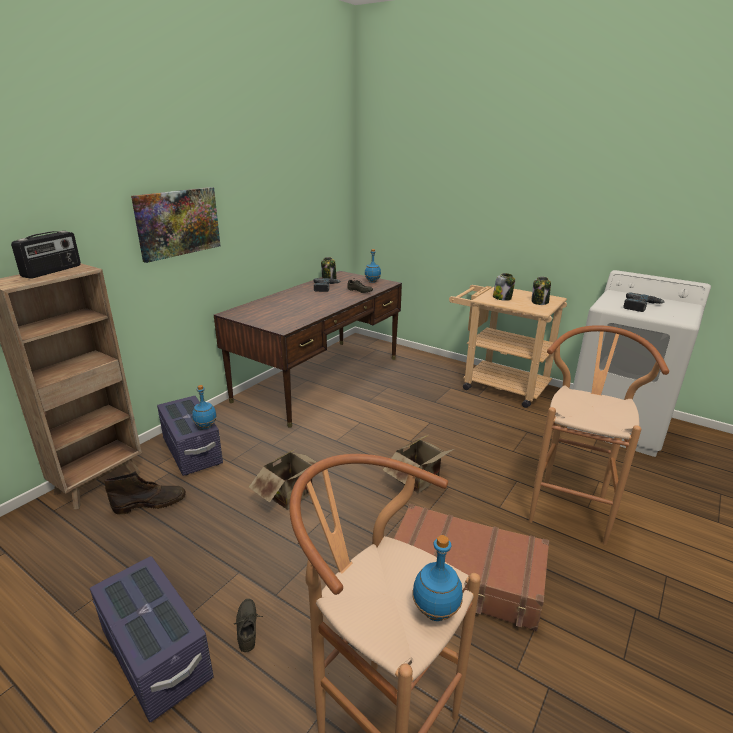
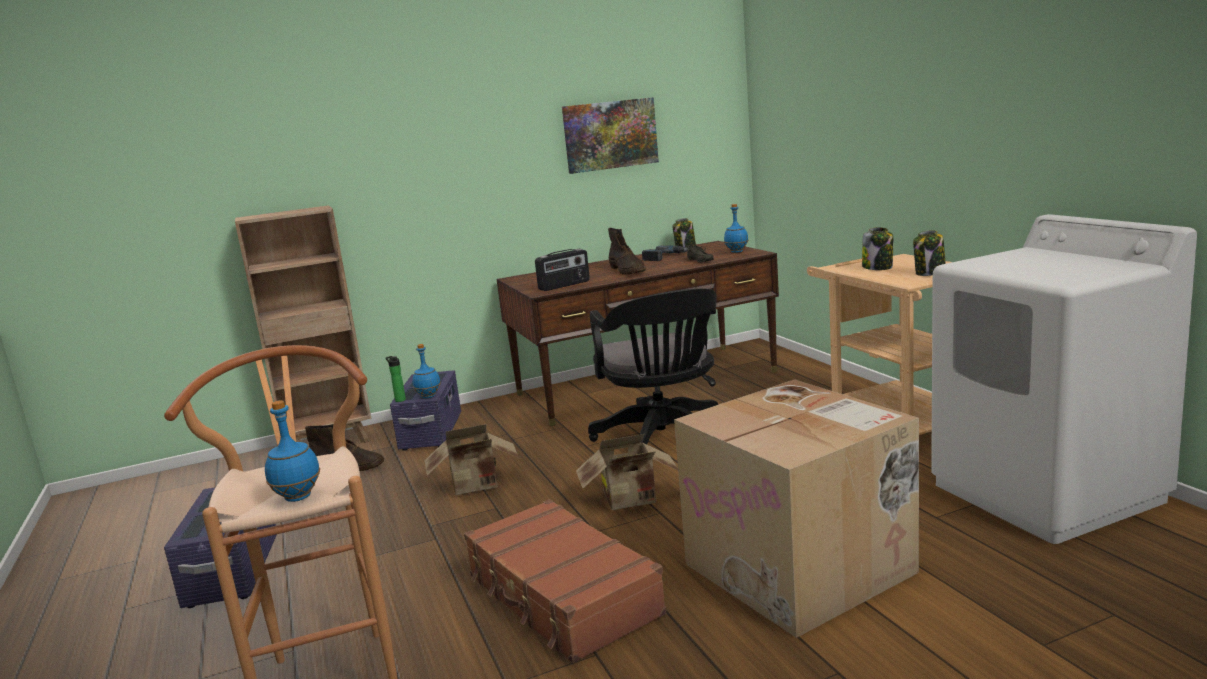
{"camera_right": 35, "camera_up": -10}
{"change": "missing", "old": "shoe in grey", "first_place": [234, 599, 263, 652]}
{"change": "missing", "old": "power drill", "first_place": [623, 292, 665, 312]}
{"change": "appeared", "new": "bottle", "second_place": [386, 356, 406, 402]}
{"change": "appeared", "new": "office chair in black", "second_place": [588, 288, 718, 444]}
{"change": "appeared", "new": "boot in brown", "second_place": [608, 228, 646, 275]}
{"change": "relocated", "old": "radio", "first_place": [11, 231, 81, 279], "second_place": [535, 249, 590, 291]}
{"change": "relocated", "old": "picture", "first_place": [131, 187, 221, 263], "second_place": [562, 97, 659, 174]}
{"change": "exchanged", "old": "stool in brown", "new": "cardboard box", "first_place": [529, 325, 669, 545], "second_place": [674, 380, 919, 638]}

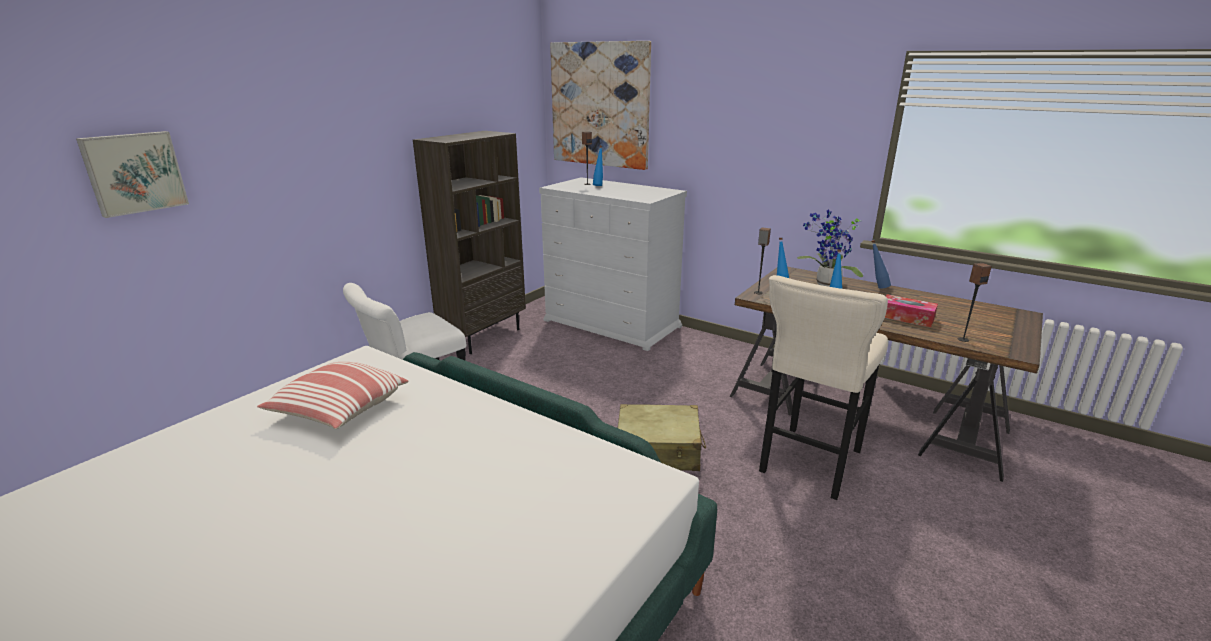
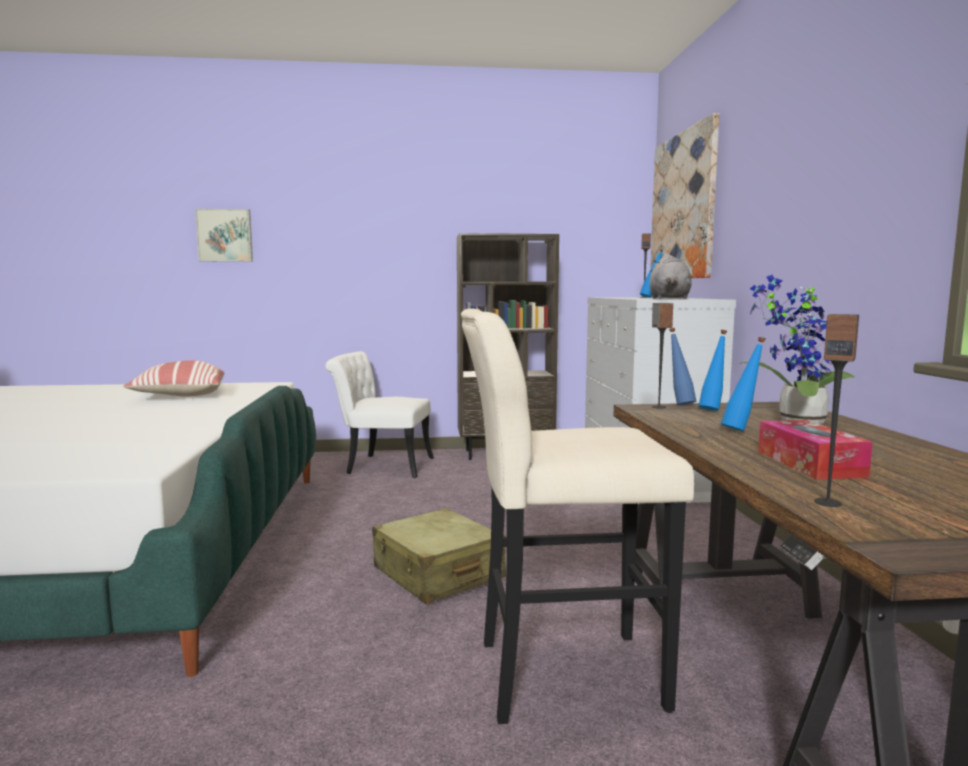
{"camera_right": 50, "camera_up": -15}
{"change": "appeared", "new": "plush toy in grey", "second_place": [650, 254, 692, 299]}
{"change": "relocated", "old": "bottle in blue", "first_place": [872, 240, 891, 289], "second_place": [669, 328, 696, 405]}

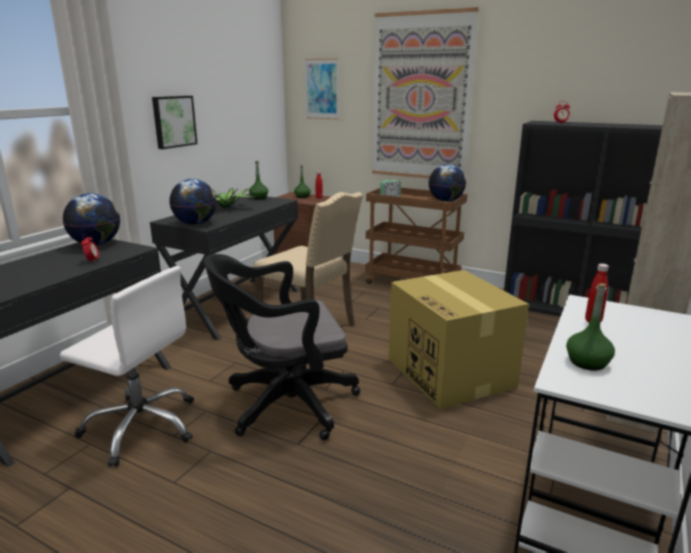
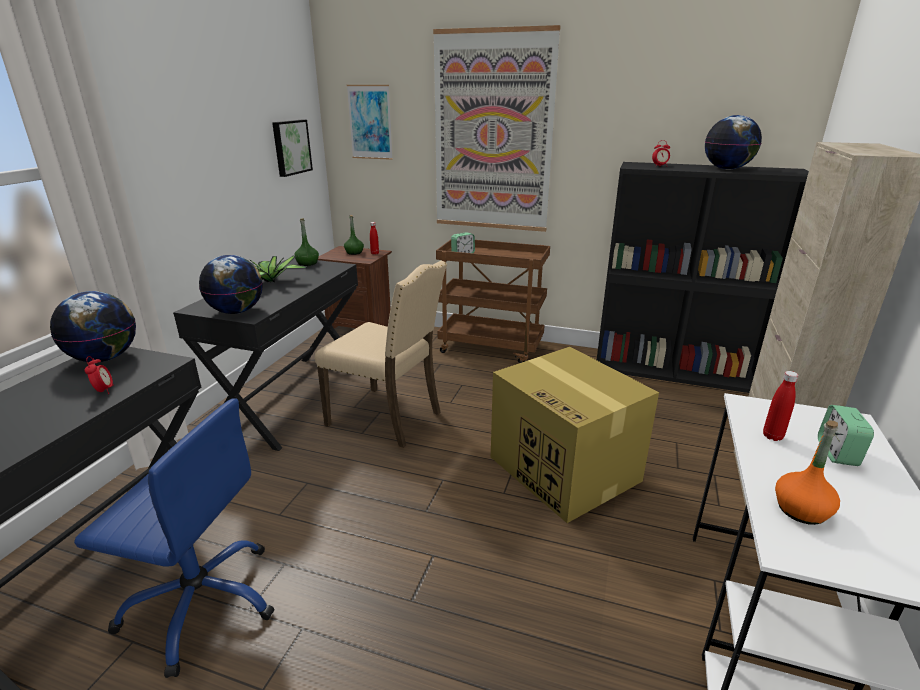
{"camera_right": -10, "camera_up": 5}
{"change": "missing", "old": "office chair in black", "first_place": [204, 254, 360, 441]}
{"change": "appeared", "new": "alarm clock", "second_place": [818, 405, 874, 466]}
{"change": "relocated", "old": "picture", "first_place": [152, 96, 198, 149], "second_place": [272, 120, 313, 177]}
{"change": "relocated", "old": "globe", "first_place": [429, 164, 466, 202], "second_place": [705, 115, 762, 169]}
{"change": "colour", "old": "office chair in white", "new": "office chair in blue", "first_place": [60, 266, 194, 467], "second_place": [74, 398, 275, 678]}
{"change": "colour", "old": "bottle in green", "new": "bottle in orange", "first_place": [566, 283, 615, 370], "second_place": [775, 421, 840, 525]}

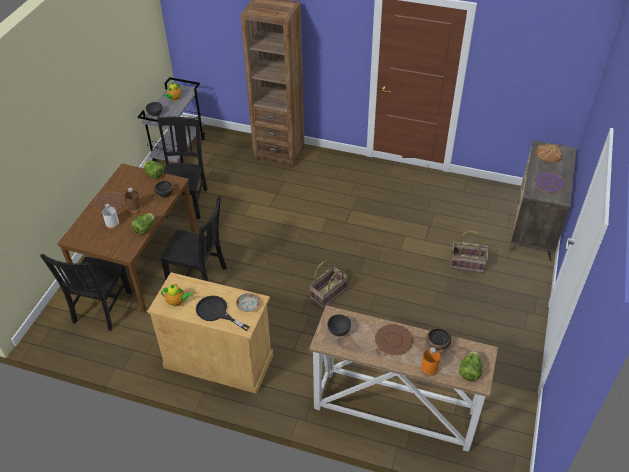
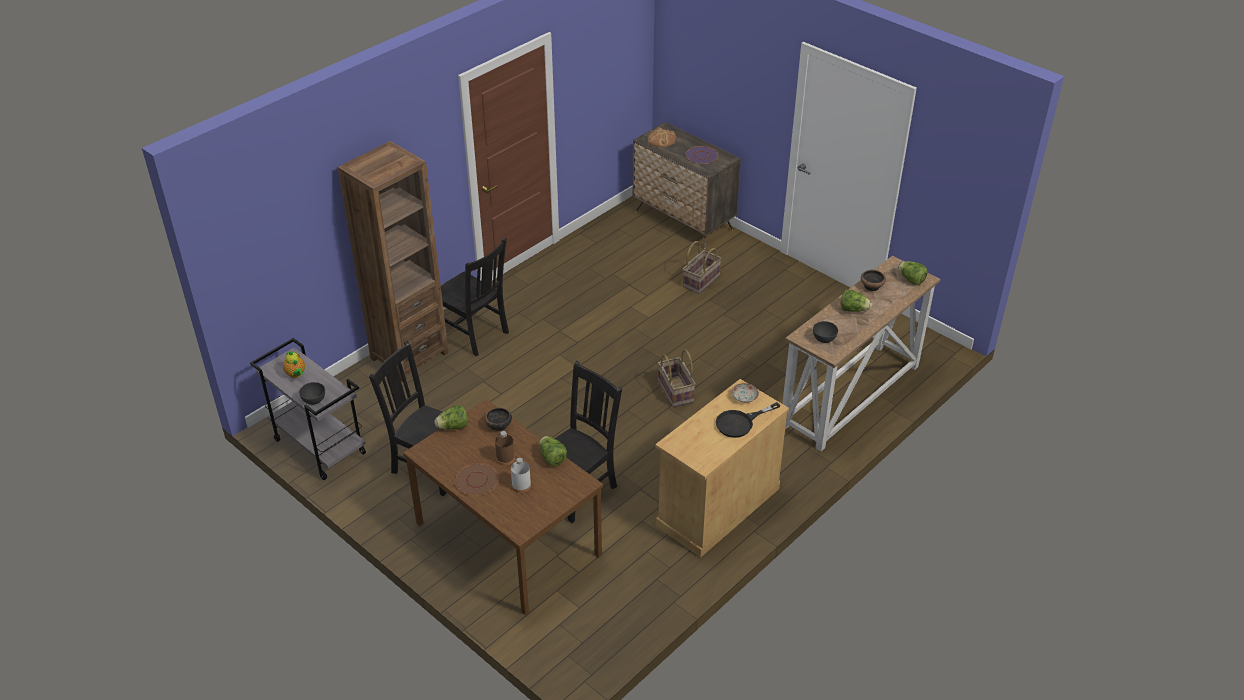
{"camera_right": -65, "camera_up": -5}
{"change": "missing", "old": "teapot", "first_place": [161, 284, 194, 306]}
{"change": "missing", "old": "bottle in orange", "first_place": [421, 347, 440, 376]}
{"change": "relocated", "old": "chair in black", "first_place": [40, 254, 132, 331], "second_place": [441, 238, 509, 356]}
{"change": "exchanged", "old": "plate in brown", "new": "lettuce", "first_place": [375, 324, 413, 355], "second_place": [841, 289, 872, 312]}

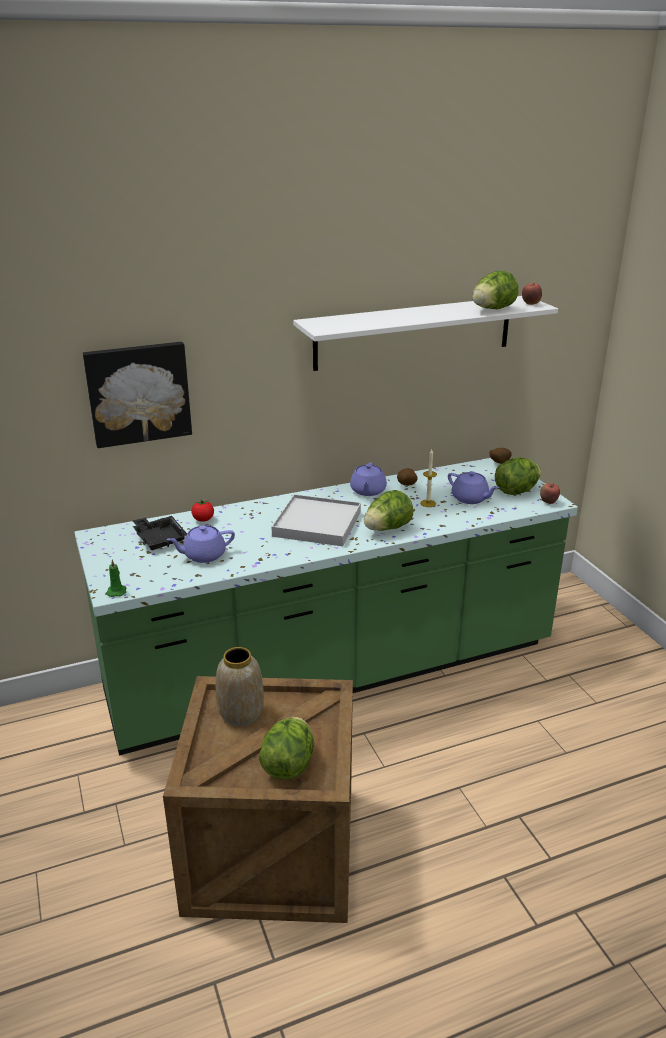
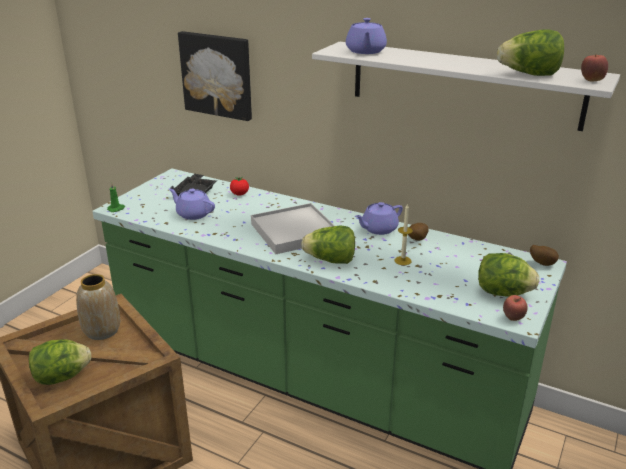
{"camera_right": 50, "camera_up": 0}
{"change": "relocated", "old": "teapot in purple", "first_place": [448, 471, 499, 504], "second_place": [346, 18, 387, 54]}

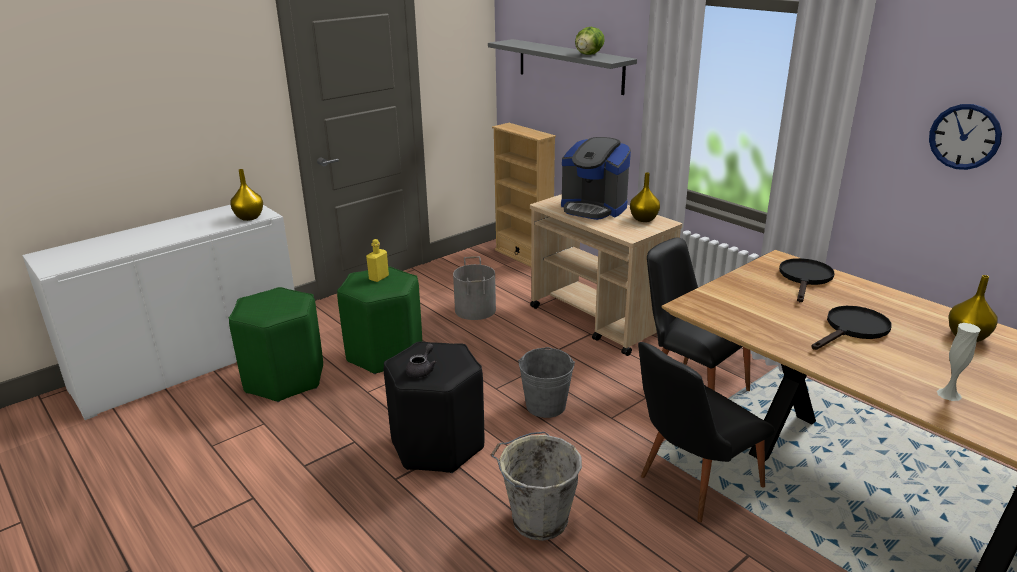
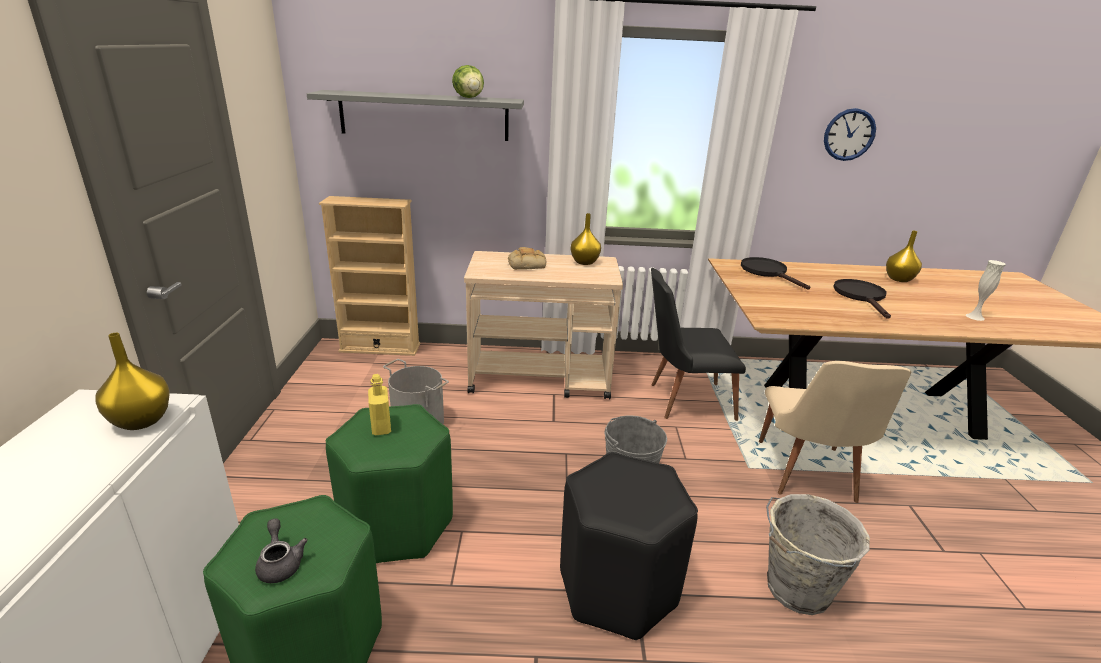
{"camera_right": -50, "camera_up": 0}
{"change": "relocated", "old": "teapot in grey", "first_place": [406, 343, 437, 378], "second_place": [255, 518, 308, 583]}
{"change": "exchanged", "old": "coffee machine", "new": "bread", "first_place": [561, 137, 631, 220], "second_place": [508, 247, 546, 270]}
{"change": "colour", "old": "chair in black", "new": "chair in beige", "first_place": [638, 342, 775, 523], "second_place": [759, 361, 912, 503]}

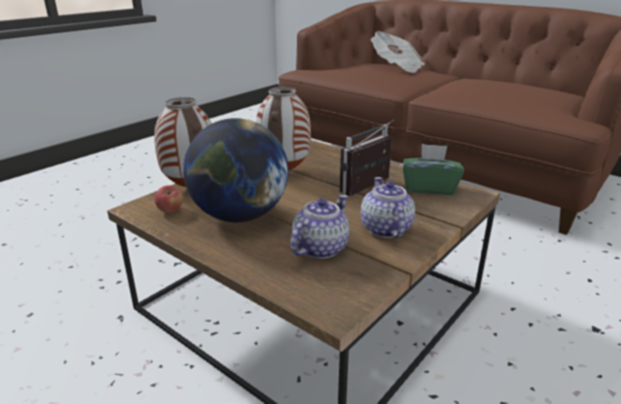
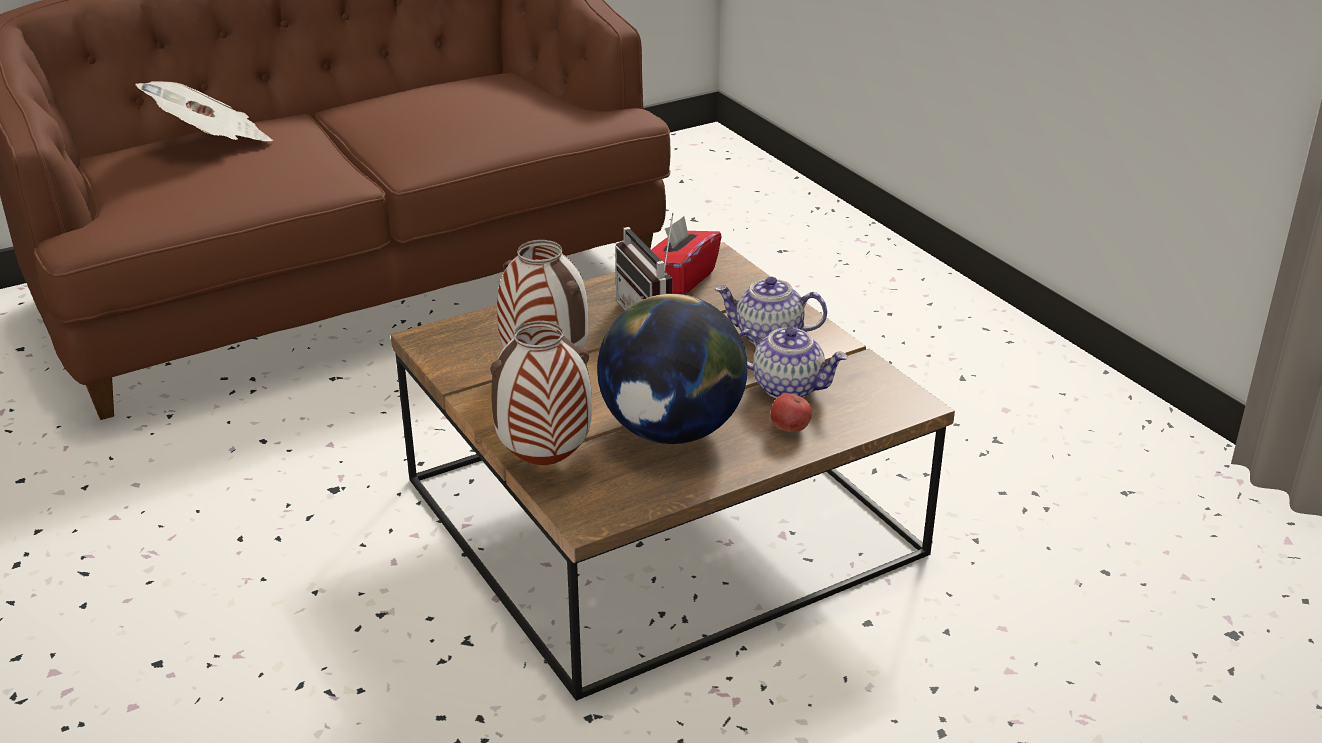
{"camera_right": -70, "camera_up": 5}
{"change": "relocated", "old": "apple", "first_place": [155, 185, 183, 212], "second_place": [770, 393, 812, 432]}
{"change": "colour", "old": "tissue box in green", "new": "tissue box in red", "first_place": [403, 144, 464, 195], "second_place": [651, 216, 722, 295]}
{"change": "spun", "old": "teapot", "first_place": [290, 195, 350, 259], "second_place": [739, 327, 848, 398], "degrees": 150}

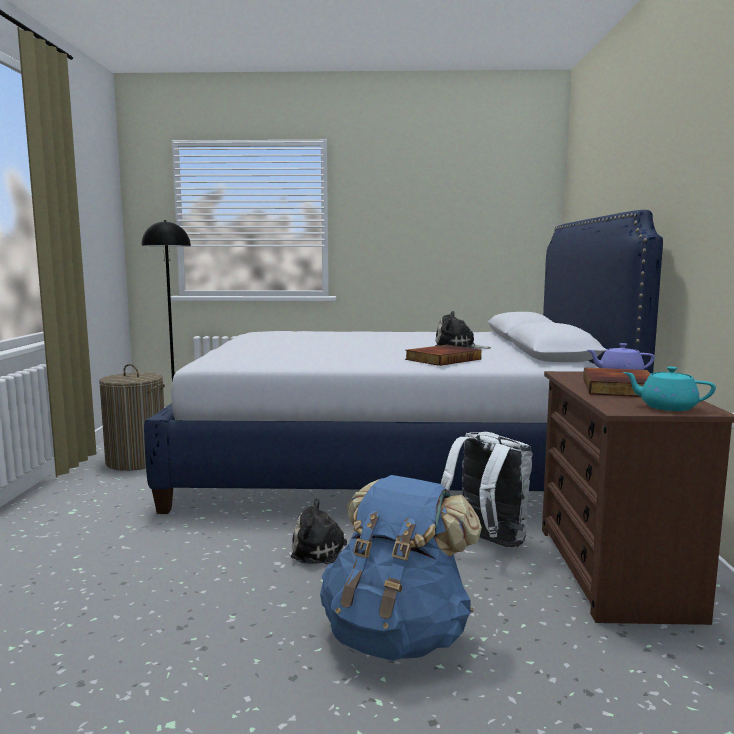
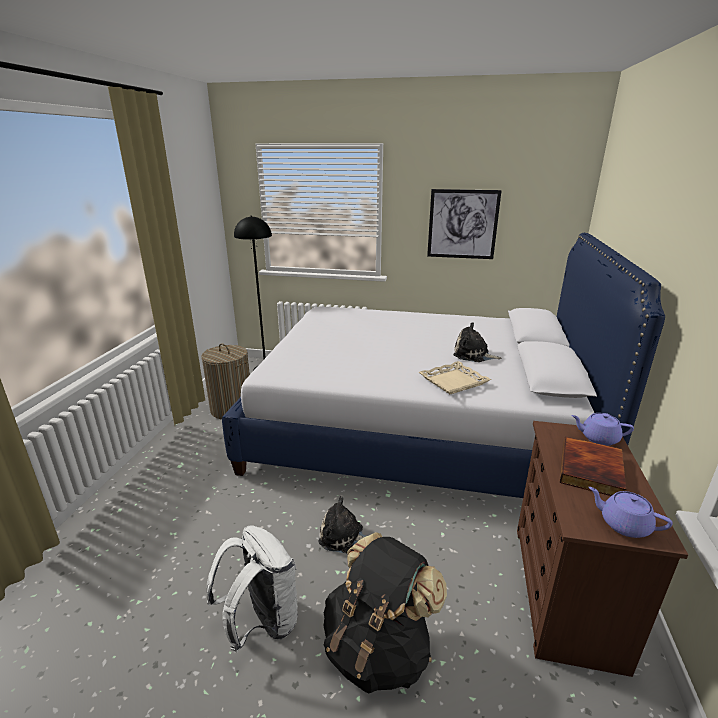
{"camera_right": 10, "camera_up": 15}
{"change": "appeared", "new": "picture", "second_place": [427, 189, 502, 259]}
{"change": "relocated", "old": "backpack in white", "first_place": [441, 432, 533, 548], "second_place": [207, 526, 298, 652]}
{"change": "exchanged", "old": "book", "new": "tray in beige", "first_place": [405, 345, 481, 366], "second_place": [419, 361, 491, 394]}
{"change": "colour", "old": "backpack in blue", "new": "backpack in black", "first_place": [320, 475, 482, 661], "second_place": [324, 532, 447, 693]}
{"change": "colour", "old": "teapot in turquoise", "new": "teapot in purple", "first_place": [623, 367, 716, 411], "second_place": [589, 487, 673, 538]}

